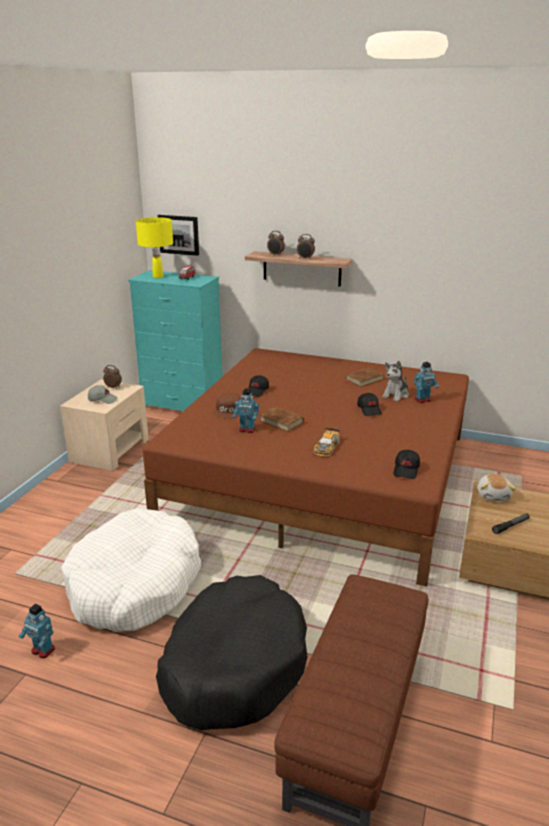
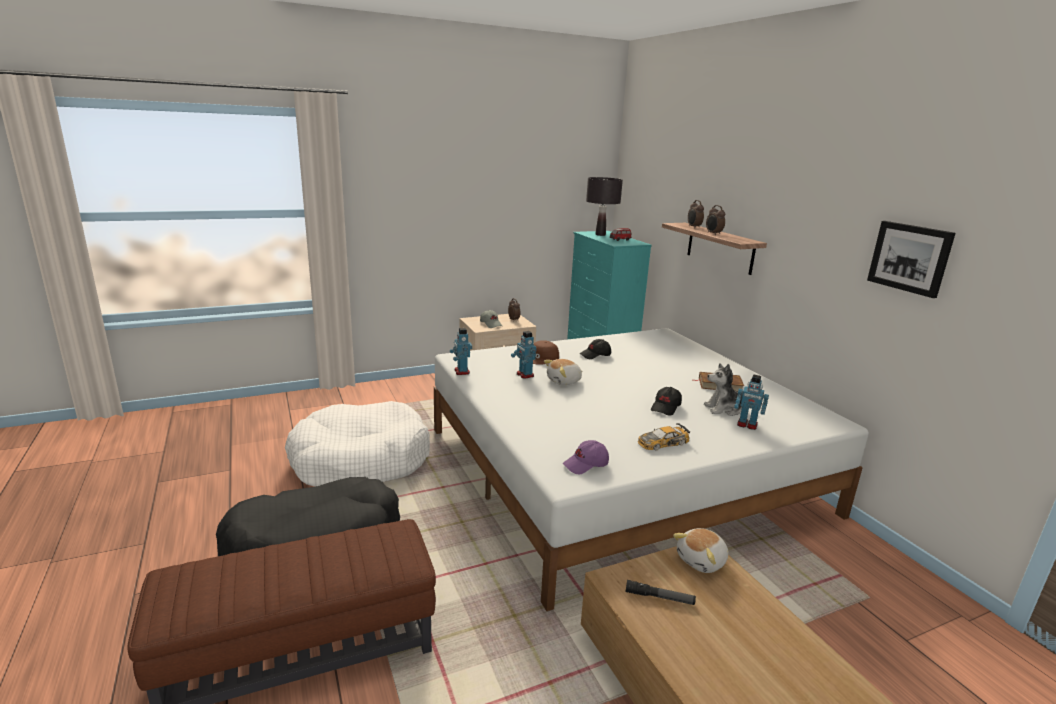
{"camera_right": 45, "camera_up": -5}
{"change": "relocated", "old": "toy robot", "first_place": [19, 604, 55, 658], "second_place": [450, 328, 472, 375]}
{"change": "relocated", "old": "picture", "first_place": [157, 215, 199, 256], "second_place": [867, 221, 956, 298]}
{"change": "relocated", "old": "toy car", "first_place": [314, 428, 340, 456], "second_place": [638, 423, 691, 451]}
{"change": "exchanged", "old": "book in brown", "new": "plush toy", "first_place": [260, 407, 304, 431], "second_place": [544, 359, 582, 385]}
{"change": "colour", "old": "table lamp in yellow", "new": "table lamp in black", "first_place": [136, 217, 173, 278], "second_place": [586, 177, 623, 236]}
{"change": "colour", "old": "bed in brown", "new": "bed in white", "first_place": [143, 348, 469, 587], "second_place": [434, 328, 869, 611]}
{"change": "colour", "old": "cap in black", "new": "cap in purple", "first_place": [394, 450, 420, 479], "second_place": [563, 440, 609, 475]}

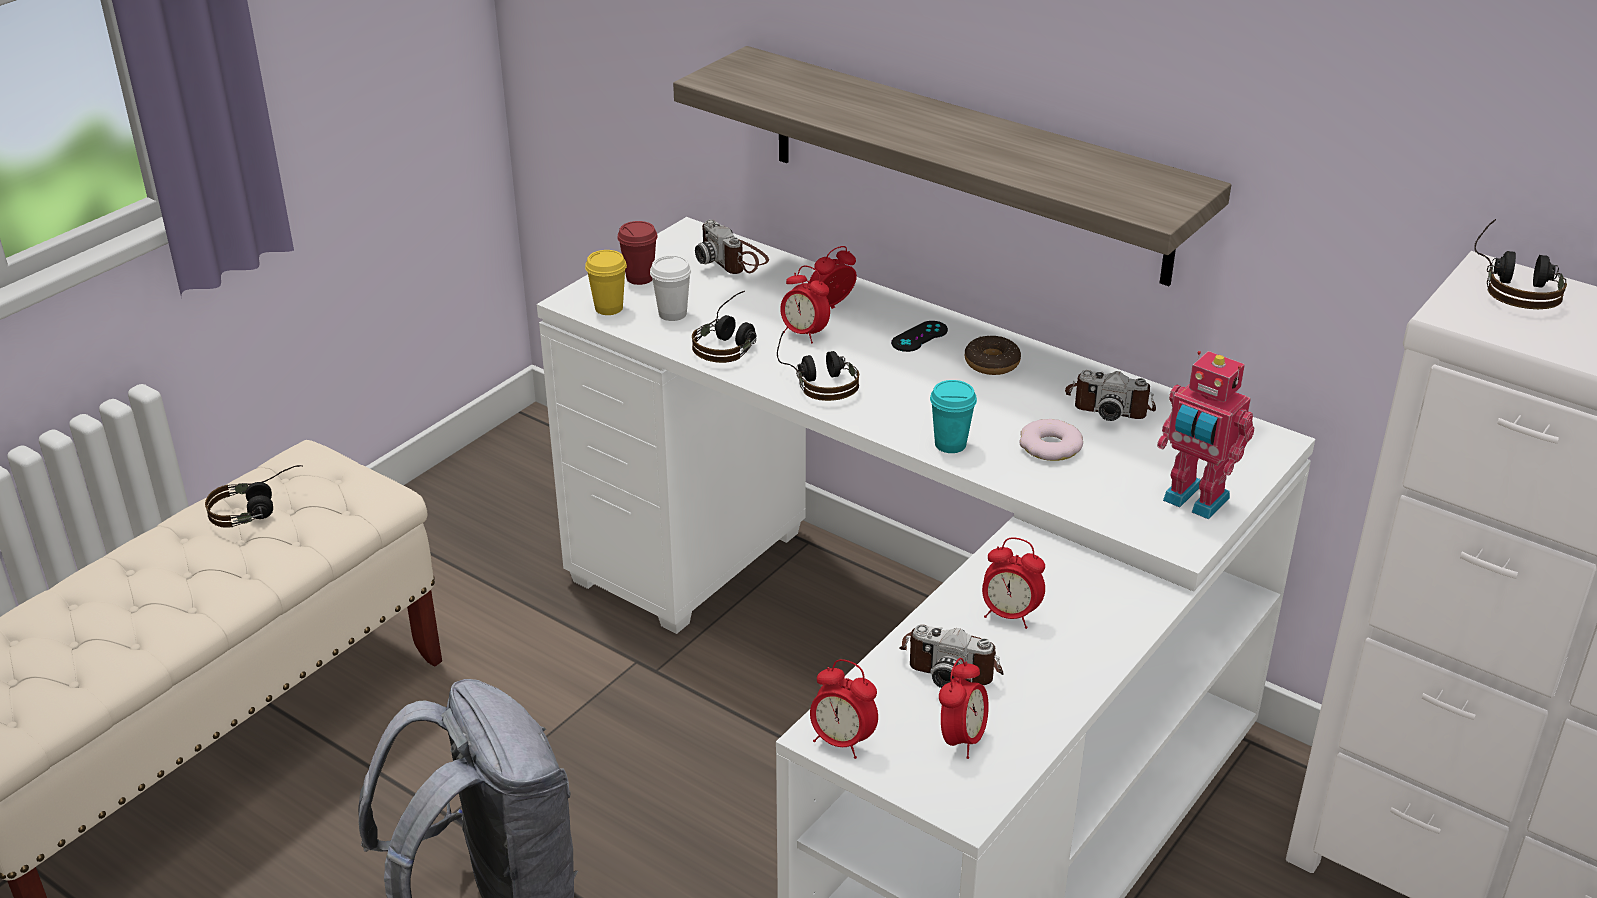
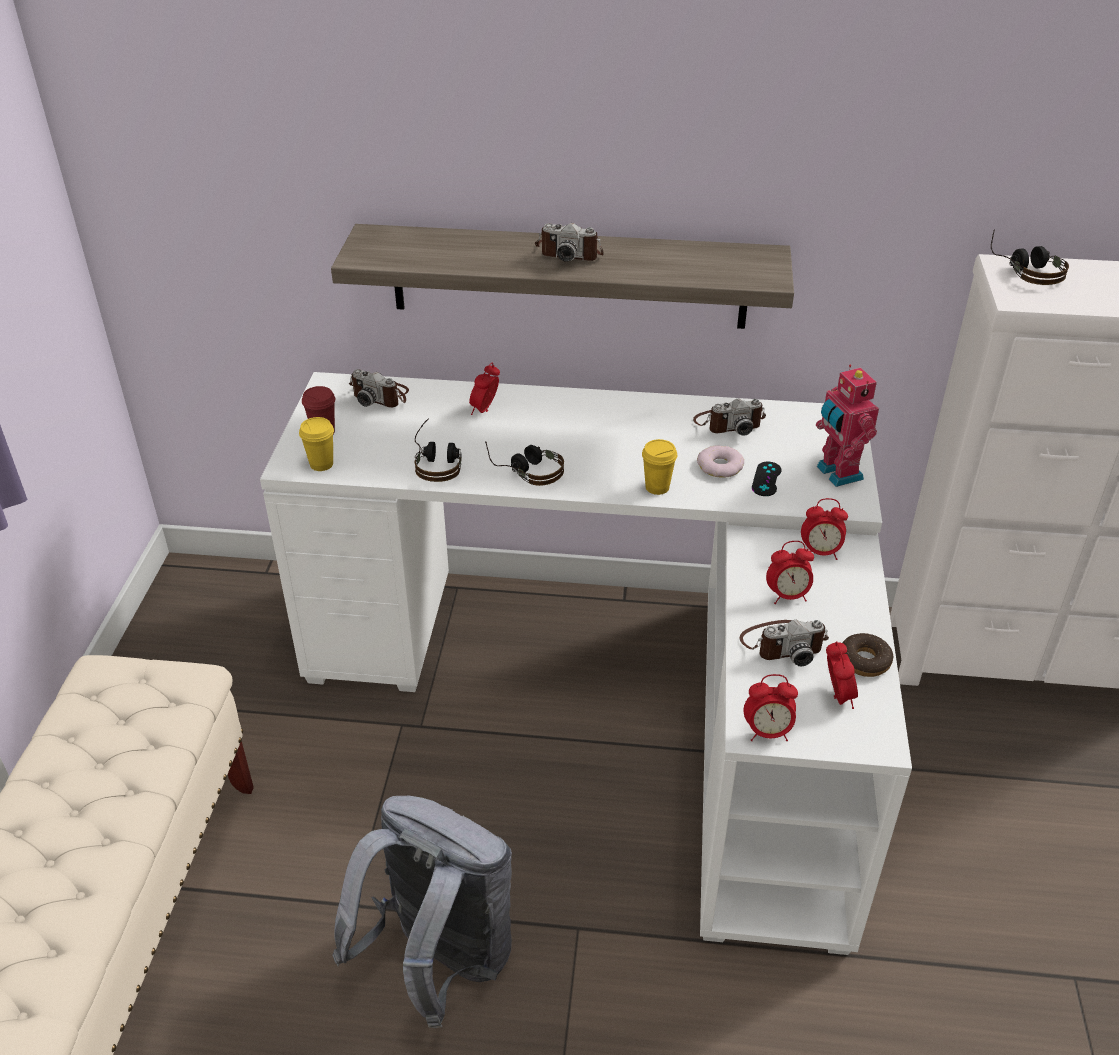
{"camera_right": -30, "camera_up": 5}
{"change": "missing", "old": "headphones", "first_place": [205, 465, 303, 528]}
{"change": "missing", "old": "cup in white", "first_place": [650, 255, 692, 321]}
{"change": "appeared", "new": "photo camera", "second_place": [535, 223, 604, 262]}
{"change": "relocated", "old": "alarm clock", "first_place": [780, 266, 830, 344], "second_place": [801, 498, 848, 560]}
{"change": "relocated", "old": "game controller in black", "first_place": [891, 321, 948, 352], "second_place": [752, 462, 782, 496]}
{"change": "relocated", "old": "donut", "first_place": [965, 336, 1021, 375], "second_place": [842, 633, 893, 677]}
{"change": "colour", "old": "cup in turquoise", "new": "cup in yellow", "first_place": [930, 380, 977, 453], "second_place": [642, 439, 677, 495]}
{"change": "spun", "old": "toy robot", "first_place": [1157, 351, 1254, 519], "second_place": [816, 365, 879, 487], "degrees": 60}

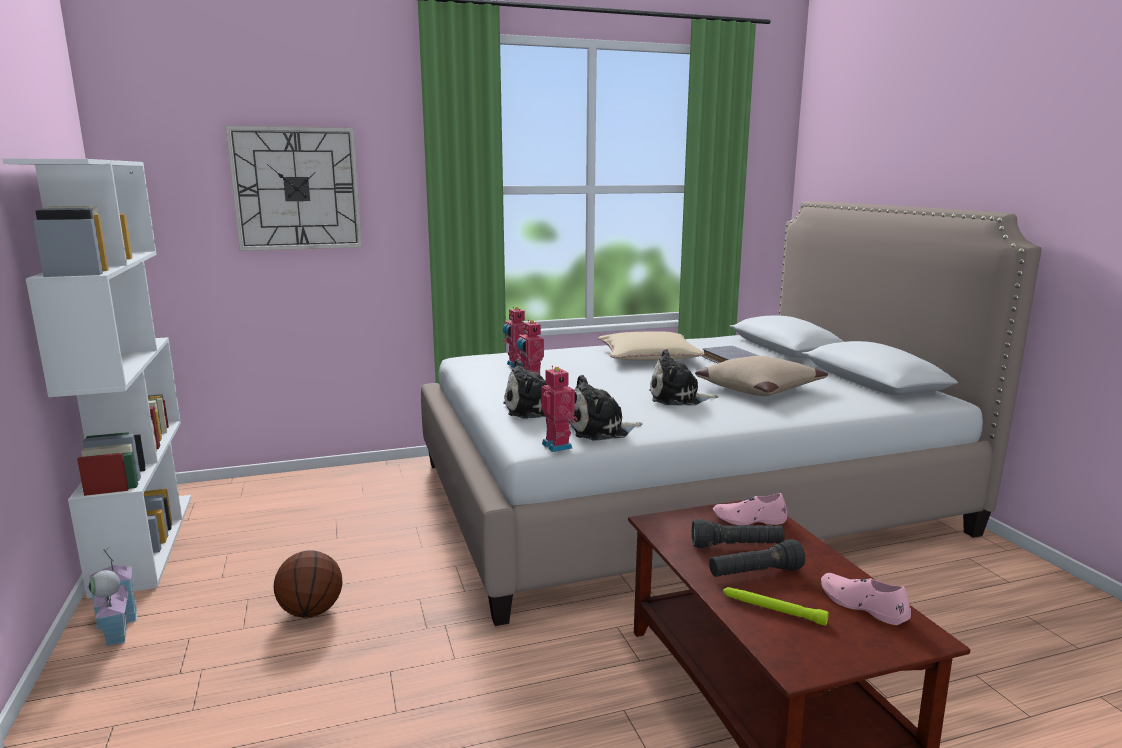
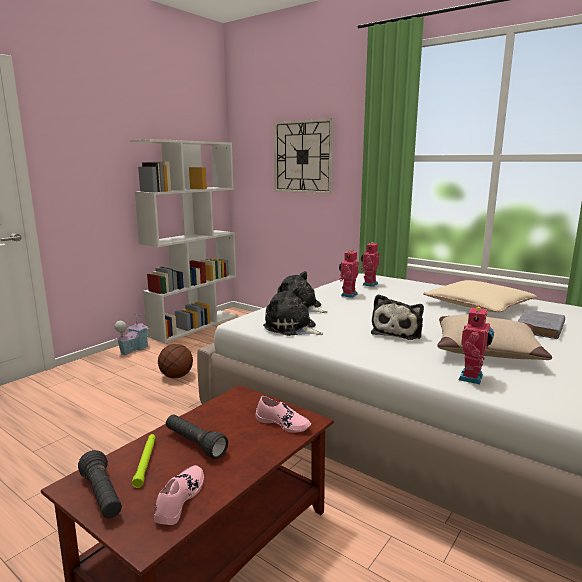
{"camera_right": 55, "camera_up": 0}
{"change": "relocated", "old": "toy robot", "first_place": [541, 366, 578, 452], "second_place": [459, 305, 494, 384]}
{"change": "relocated", "old": "flashlight in black", "first_place": [692, 519, 785, 548], "second_place": [78, 450, 122, 518]}
{"change": "spun", "old": "plush toy", "first_place": [649, 349, 719, 405], "second_place": [371, 294, 424, 340], "degrees": -120}
{"change": "spun", "old": "shoe in pink", "first_place": [713, 493, 787, 525], "second_place": [256, 396, 311, 433], "degrees": 150}

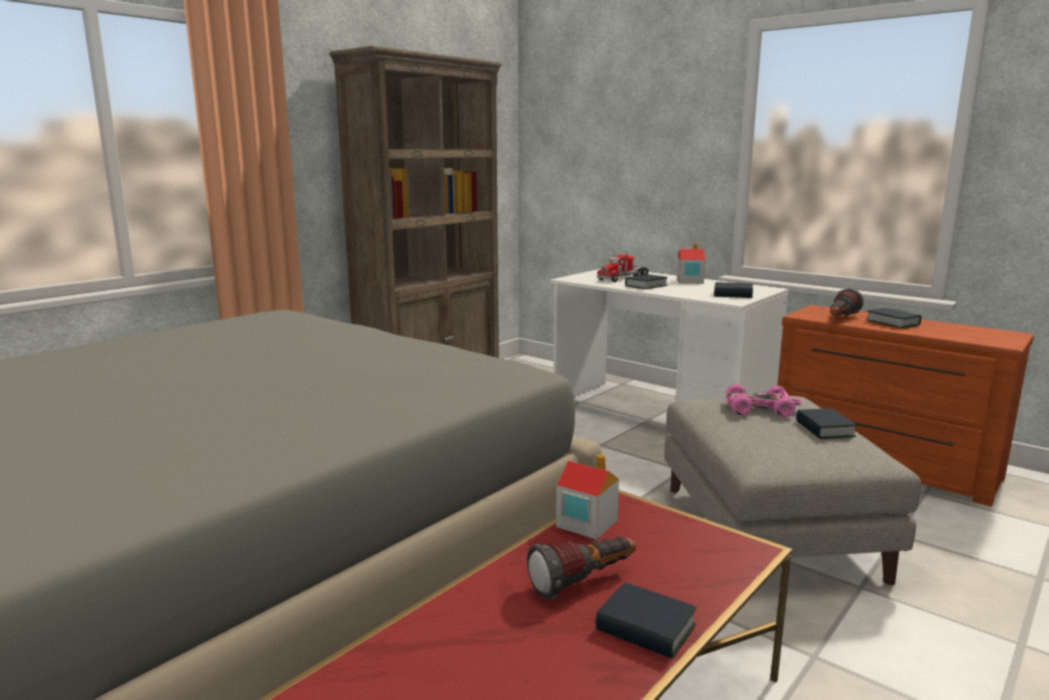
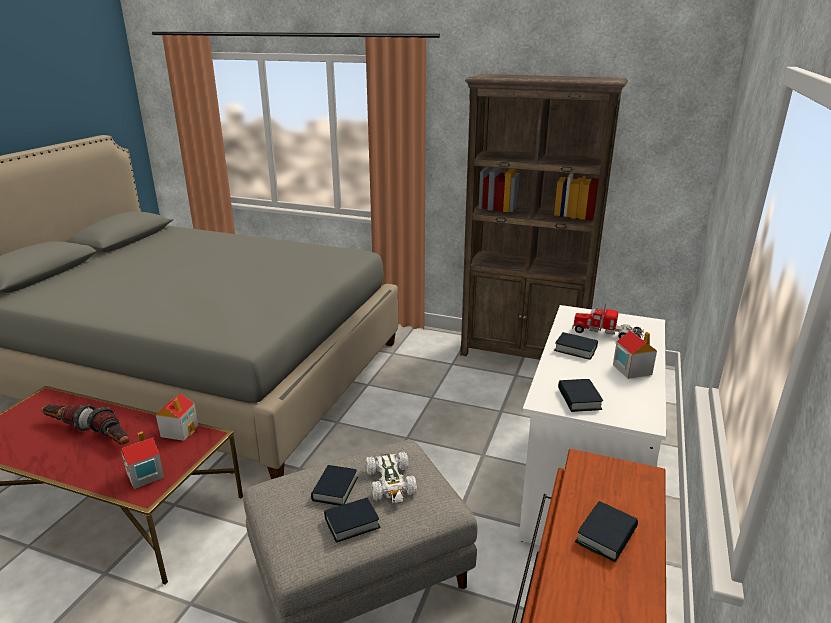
{"camera_right": 70, "camera_up": 10}
{"change": "appeared", "new": "toy house", "second_place": [121, 431, 165, 489]}
{"change": "relocated", "old": "book", "first_place": [595, 583, 697, 659], "second_place": [311, 465, 358, 506]}
{"change": "relocated", "old": "flashlight", "first_place": [830, 288, 864, 316], "second_place": [41, 405, 96, 431]}
{"change": "colour", "old": "toy car in pink", "new": "toy car in white", "first_place": [725, 384, 802, 417], "second_place": [366, 452, 417, 503]}

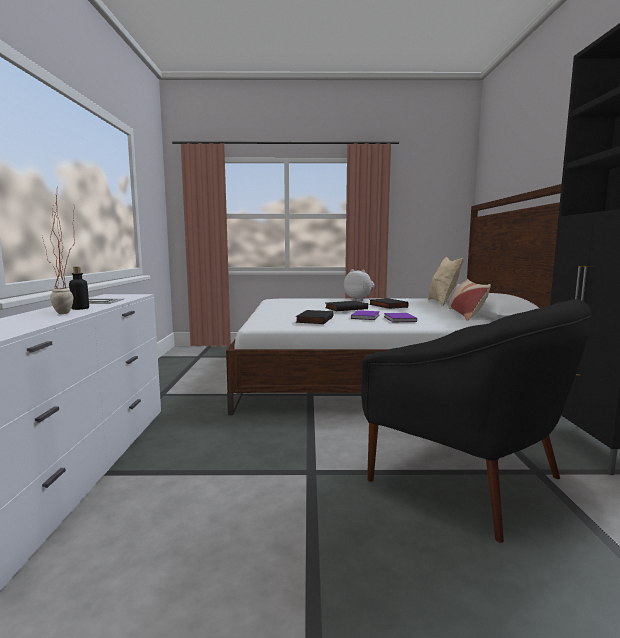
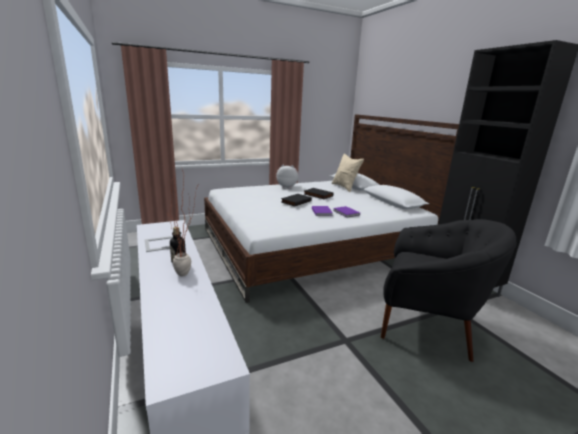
{"camera_right": -25, "camera_up": 10}
{"change": "missing", "old": "book in black", "first_place": [296, 310, 333, 324]}
{"change": "missing", "old": "pillow", "first_place": [448, 279, 491, 321]}

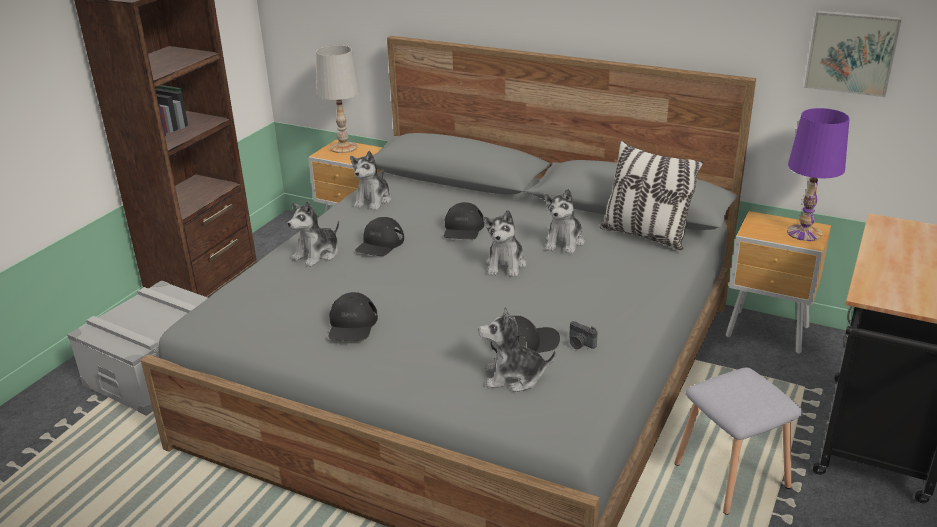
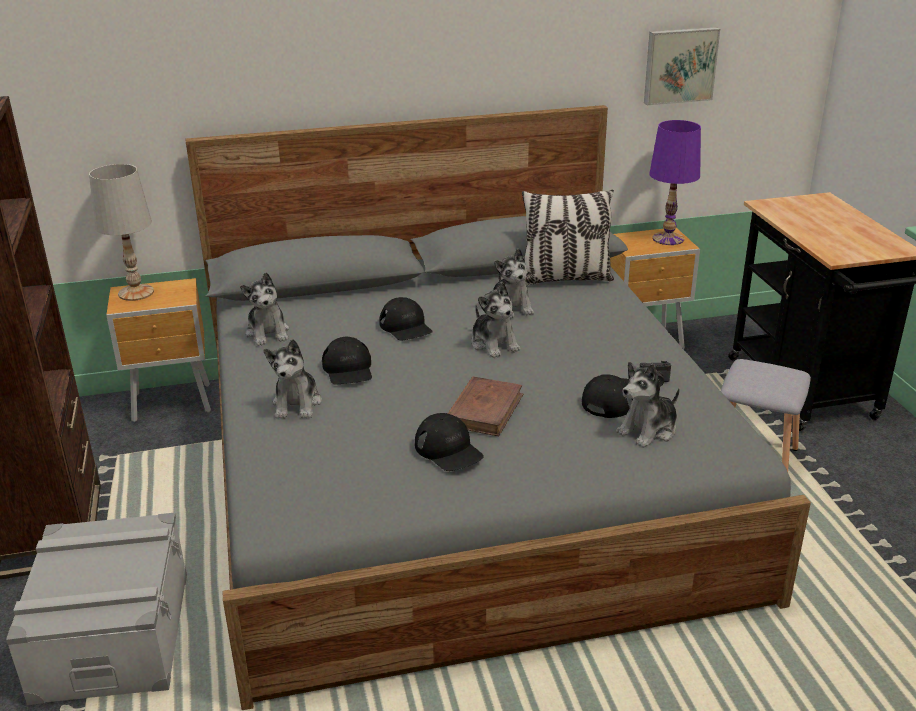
{"camera_right": -40, "camera_up": 0}
{"change": "appeared", "new": "book in brown", "second_place": [448, 377, 523, 436]}

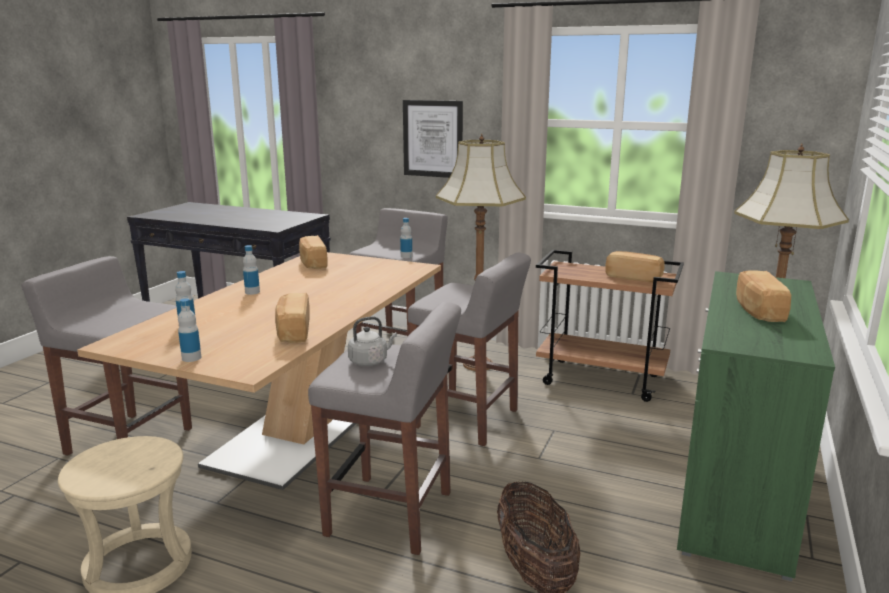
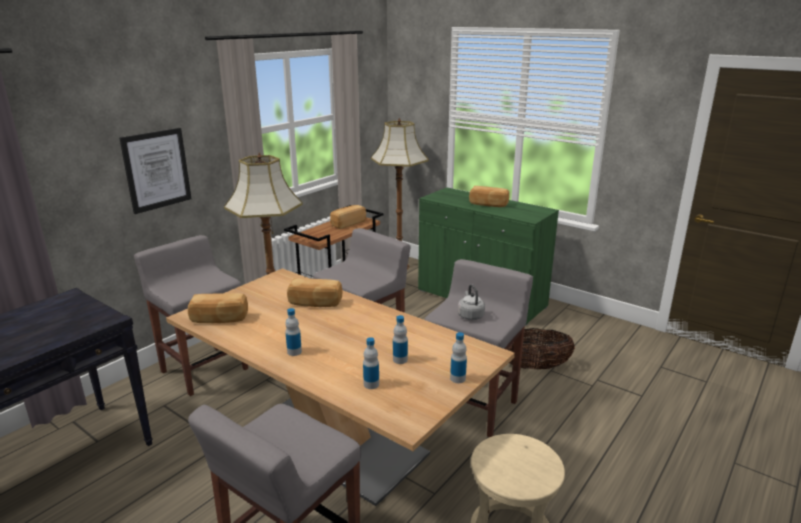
{"camera_right": -75, "camera_up": 5}
{"change": "relocated", "old": "bread", "first_place": [275, 293, 310, 343], "second_place": [287, 278, 342, 307]}
{"change": "relocated", "old": "bottle", "first_place": [400, 218, 412, 258], "second_place": [393, 315, 408, 364]}

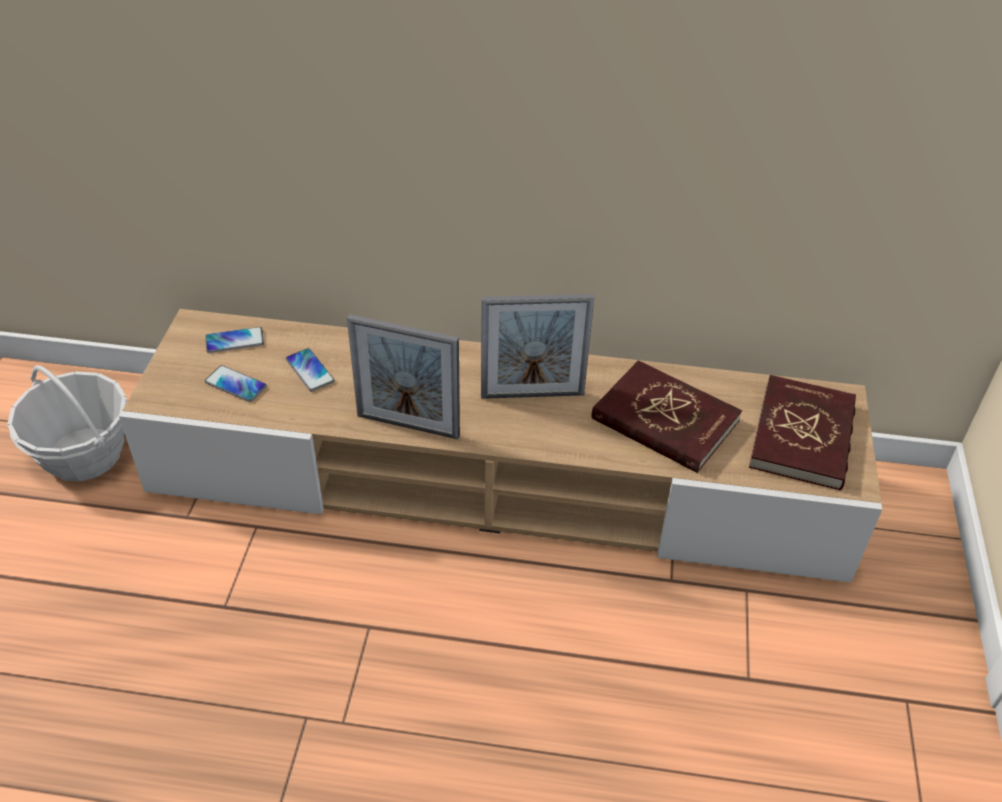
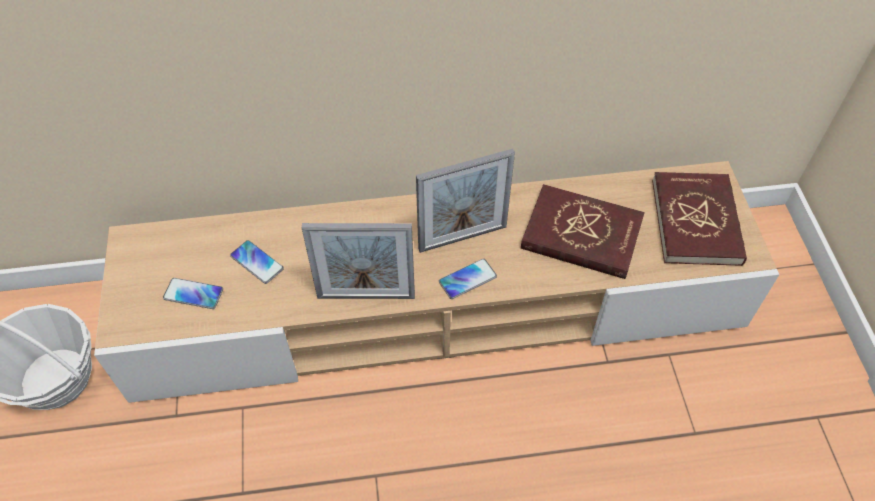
{"camera_right": -15, "camera_up": 10}
{"change": "relocated", "old": "phone", "first_place": [205, 327, 264, 353], "second_place": [439, 259, 497, 299]}

